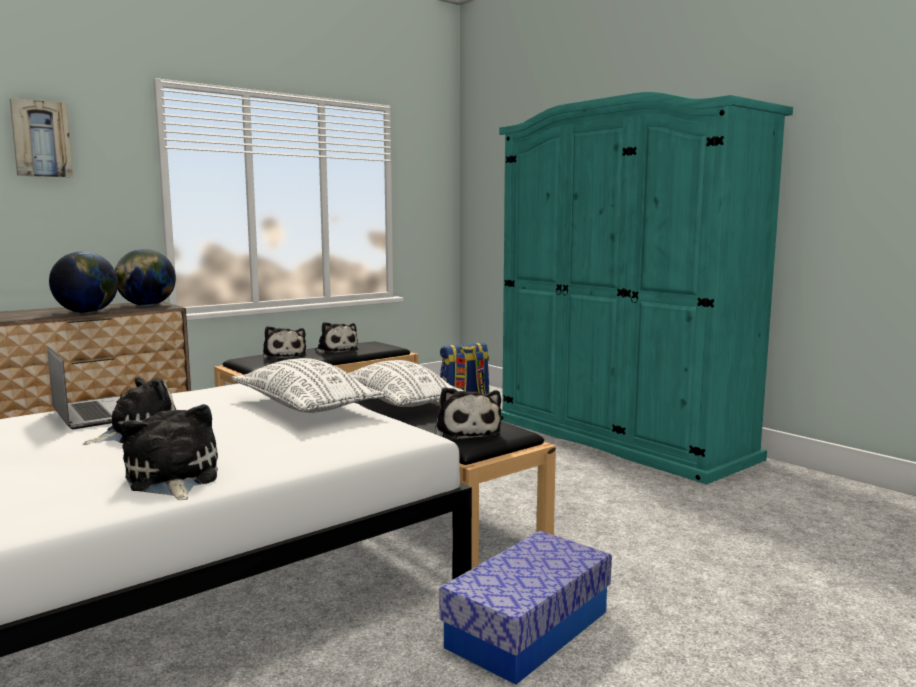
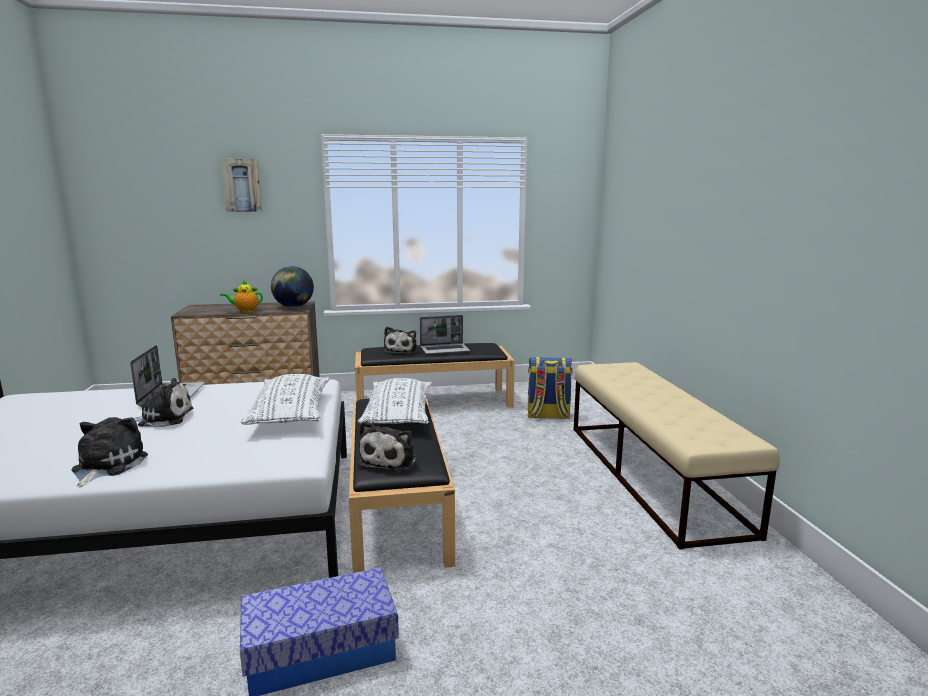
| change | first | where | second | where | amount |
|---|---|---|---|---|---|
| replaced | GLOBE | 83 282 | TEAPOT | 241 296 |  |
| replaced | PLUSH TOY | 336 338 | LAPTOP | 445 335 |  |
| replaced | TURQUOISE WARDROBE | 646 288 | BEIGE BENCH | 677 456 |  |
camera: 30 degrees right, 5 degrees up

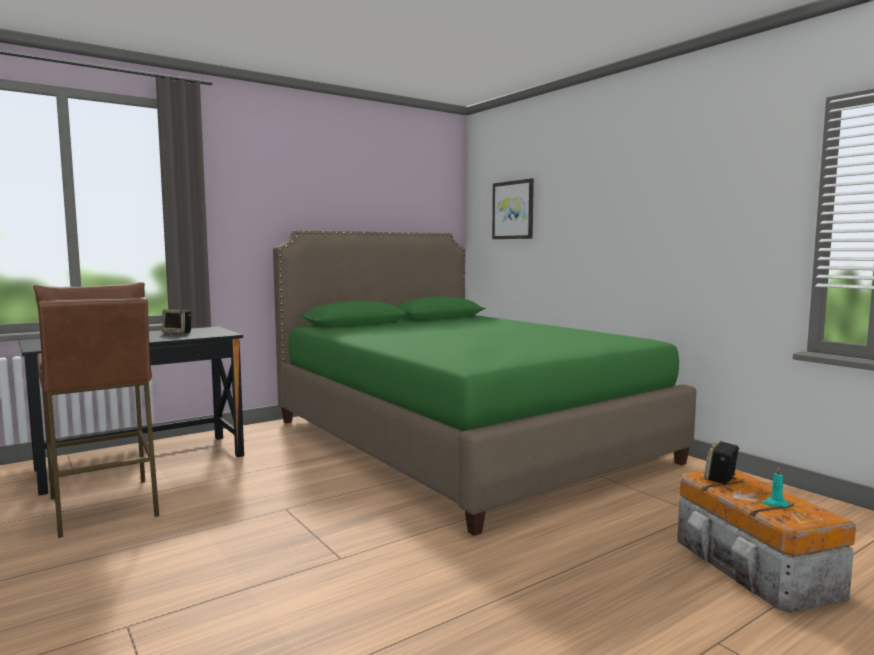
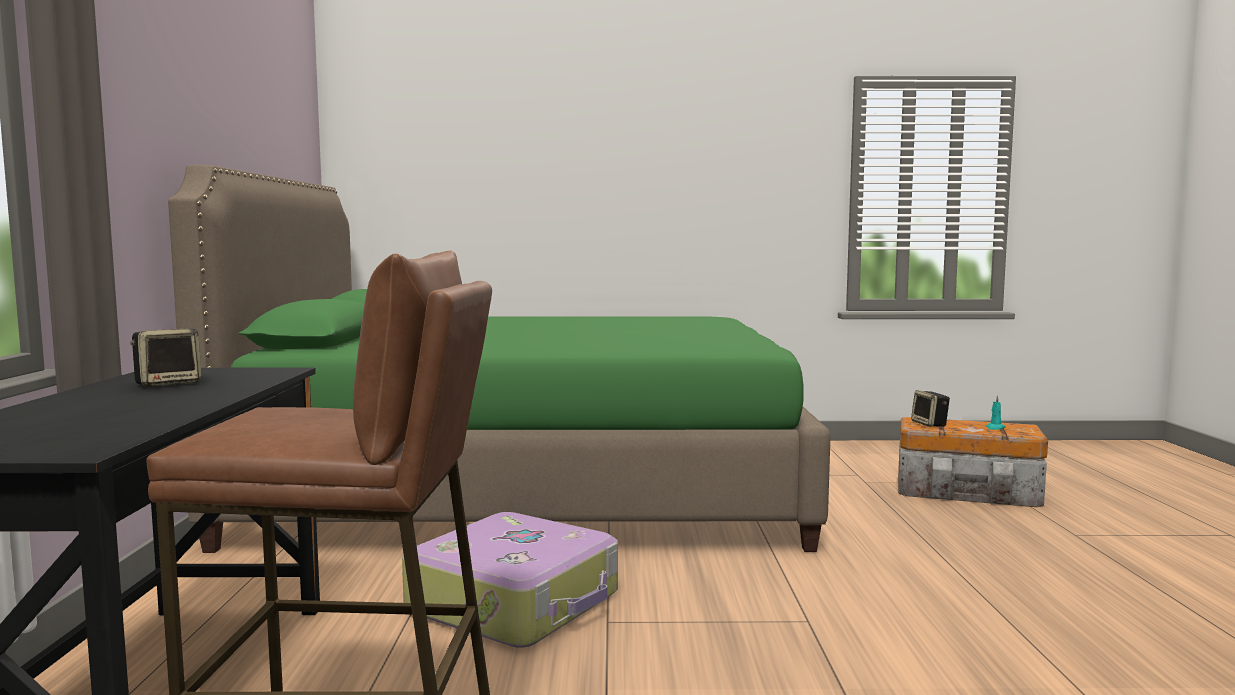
| change | first | where | second | where | amount |
|---|---|---|---|---|---|
| added |  |  | SUITCASE | 510 580 |  |
| removed | PICTURE | 513 208 |  |  |  |
camera: 55 degrees left, 0 degrees up

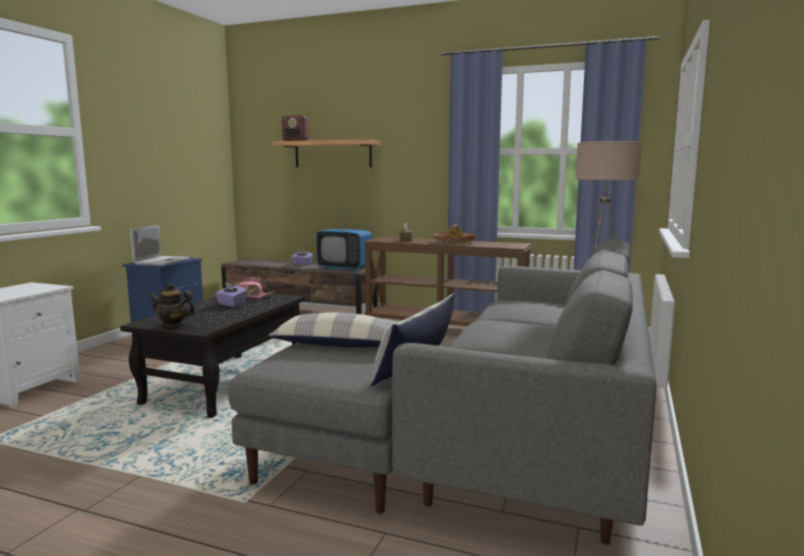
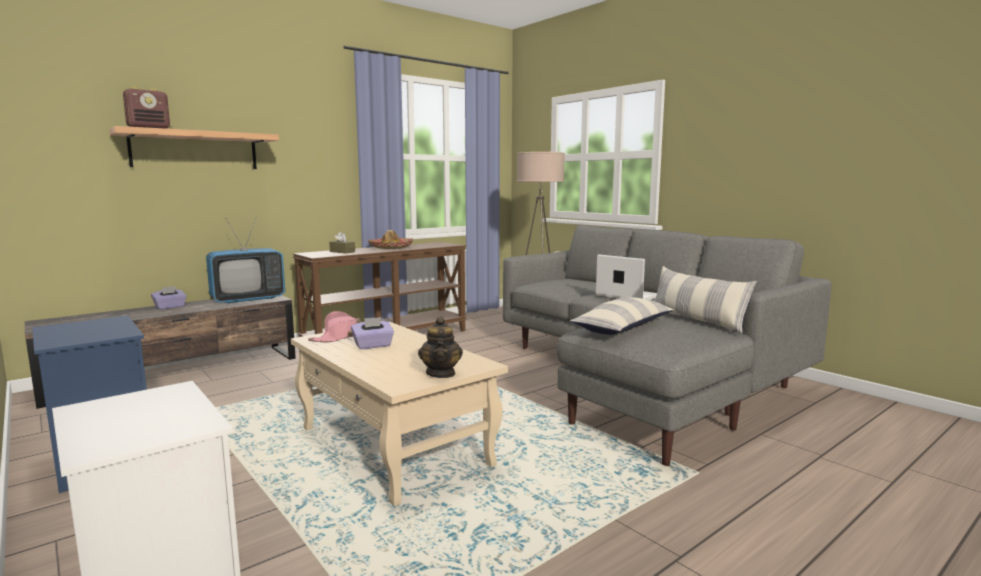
| change | first | where | second | where | amount |
|---|---|---|---|---|---|
| recoloured | BLACK COFFEE TABLE | 213 356 | BEIGE COFFEE TABLE | 399 414 |  |
| turned | TEAPOT | 172 306 |  | 440 347 | 45 degrees counterclockwise |
| moved | LAPTOP | 159 245 |  | 626 277 |  |
camera: 60 degrees left, 0 degrees up

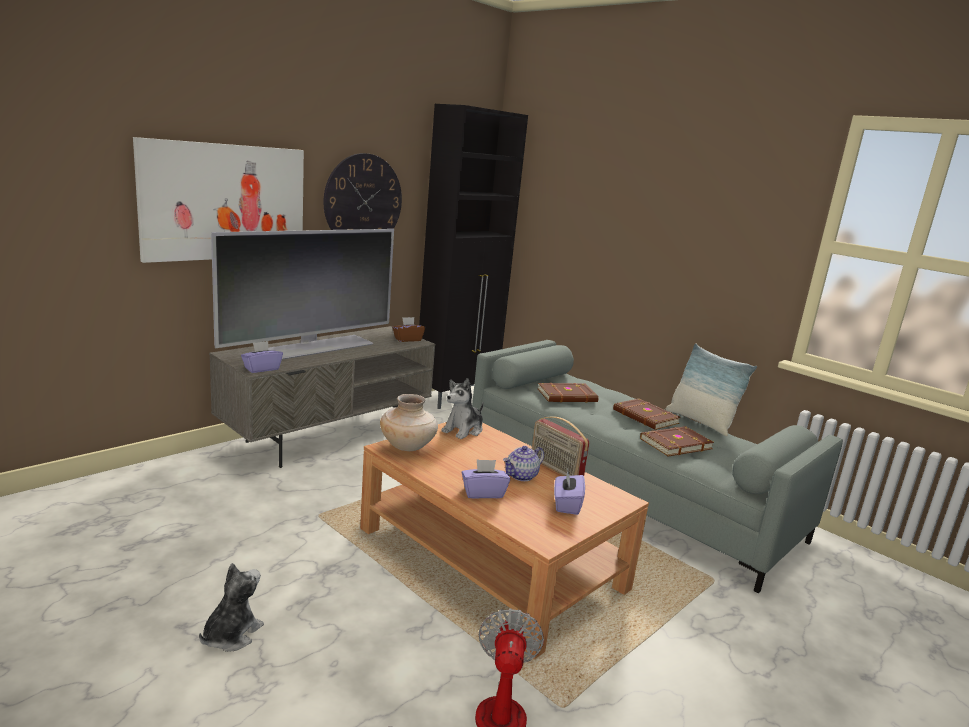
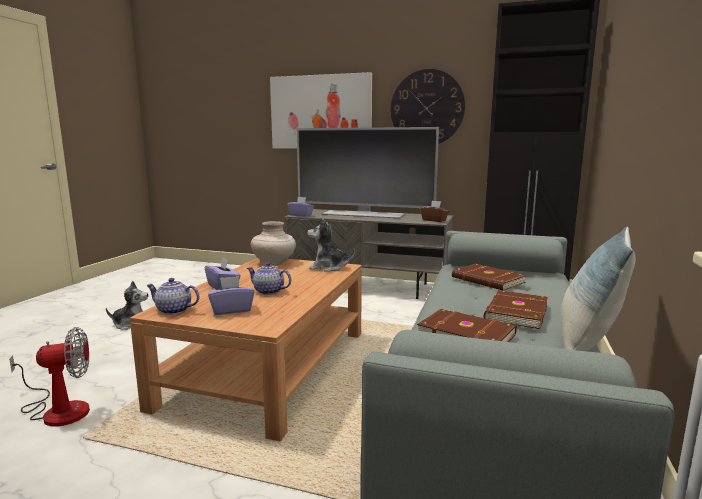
| change | first | where | second | where | amount |
|---|---|---|---|---|---|
| added |  |  | TEAPOT | 172 296 |  |
| removed | RADIO | 560 446 |  |  |  |
camera: 65 degrees right, 5 degrees down

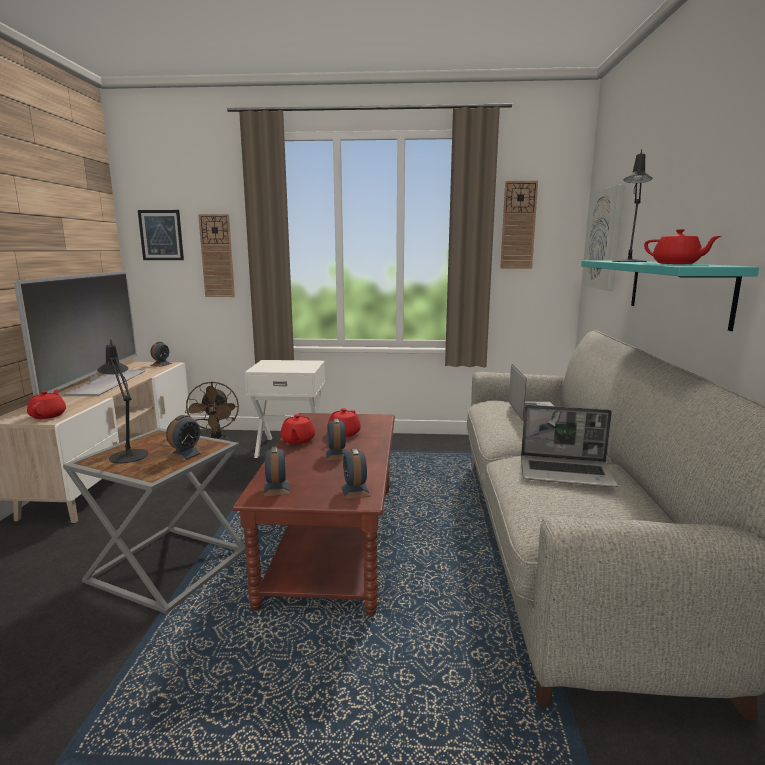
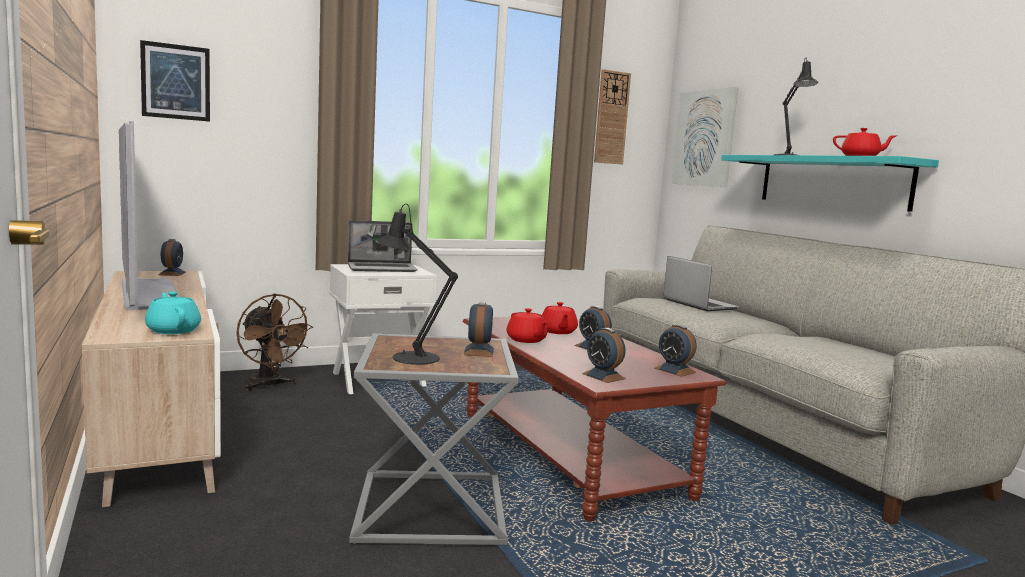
| change | first | where | second | where | amount |
|---|---|---|---|---|---|
| recoloured | RED TEAPOT | 46 404 | TURQUOISE TEAPOT | 173 312 |  |
| moved | LAPTOP | 569 446 |  | 383 246 |  |
| removed | WALL CLOCK | 216 255 |  |  |  |
camera: 30 degrees left, 5 degrees down

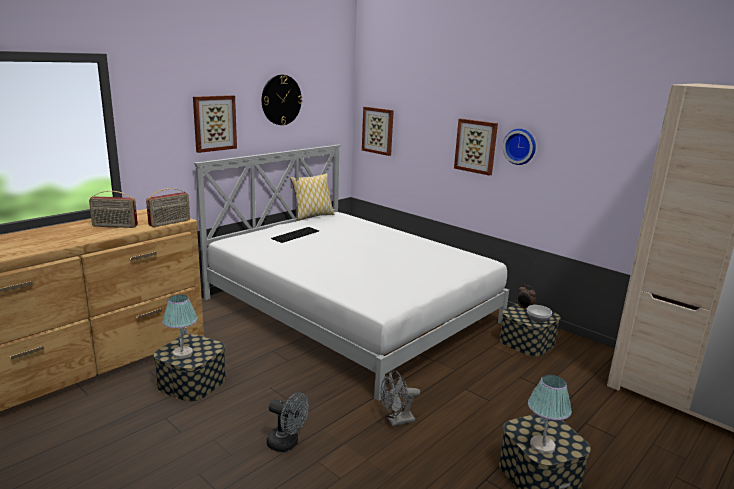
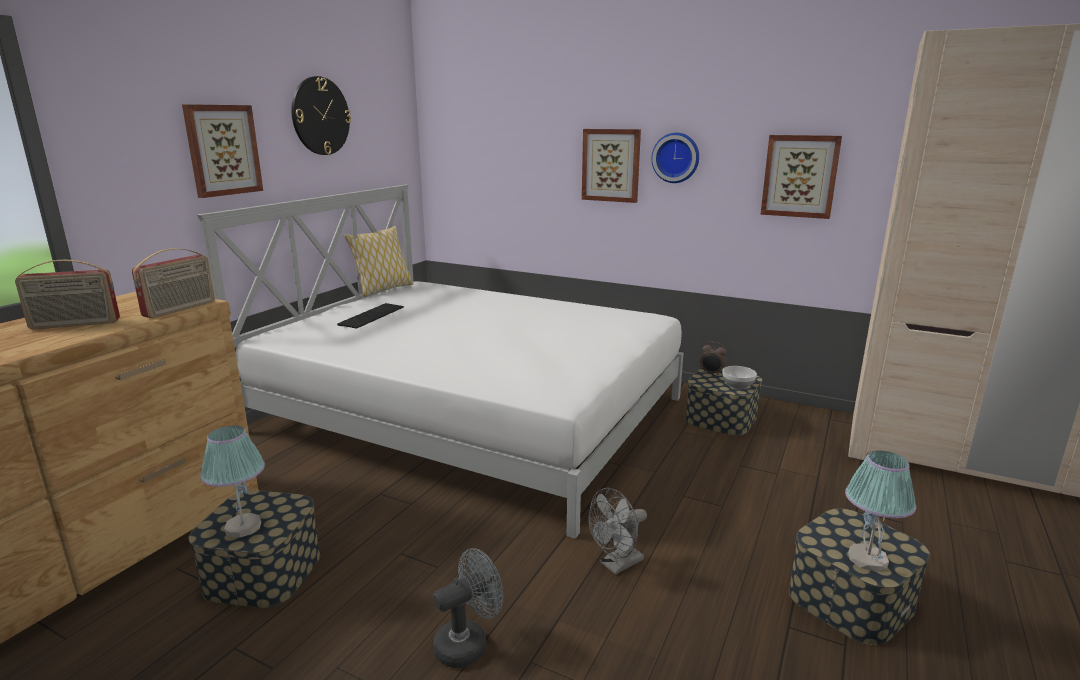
| change | first | where | second | where | amount |
|---|---|---|---|---|---|
| turned | GREY FAN | 288 422 |  | 468 608 | 45 degrees counterclockwise |
| moved | PICTURE | 378 131 |  | 801 177 |  |
camera: 15 degrees left, 0 degrees up

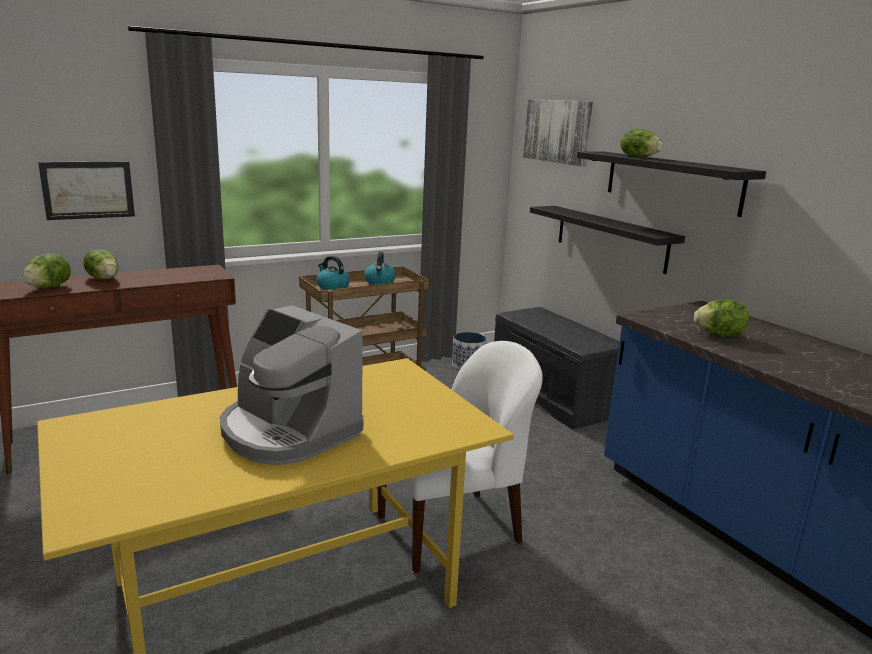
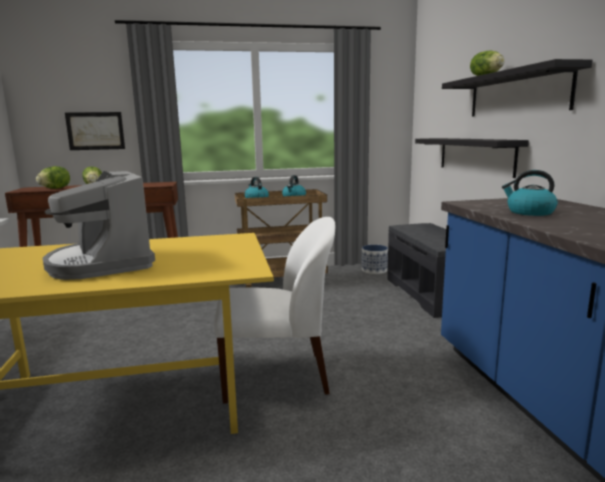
| change | first | where | second | where | amount |
|---|---|---|---|---|---|
| replaced | LETTUCE | 721 318 | KETTLE | 530 193 |  |
| removed | PICTURE | 558 132 |  |  |  |
camera: 20 degrees right, 5 degrees down

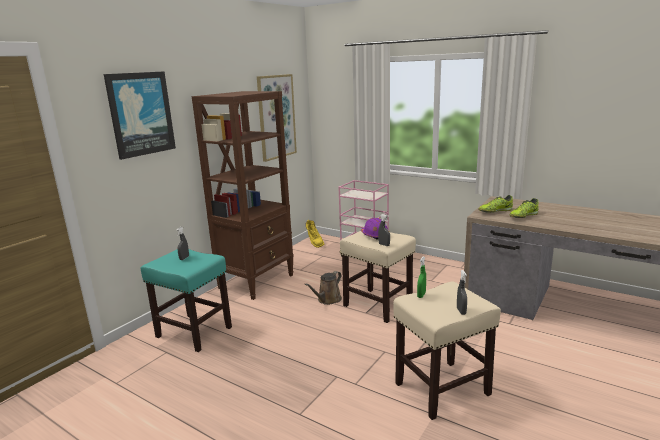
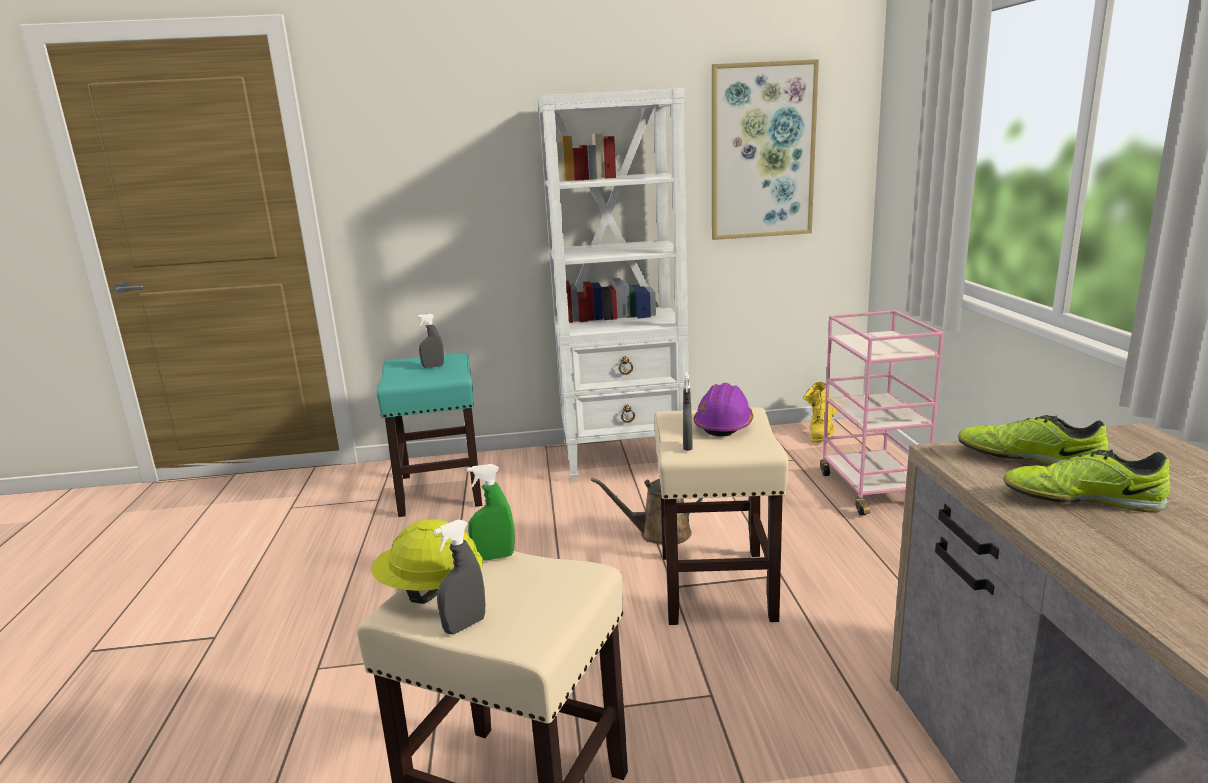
| change | first | where | second | where | amount |
|---|---|---|---|---|---|
| added |  |  | YELLOW HARD HAT | 427 561 |  |
| recoloured | BROWN BOOKCASE | 243 195 | WHITE BOOKCASE | 613 285 |  |
| removed | PICTURE | 140 115 |  |  |  |
camera: 50 degrees right, 0 degrees up

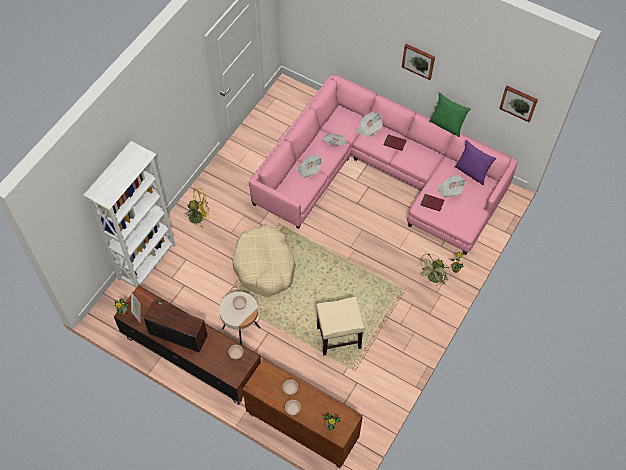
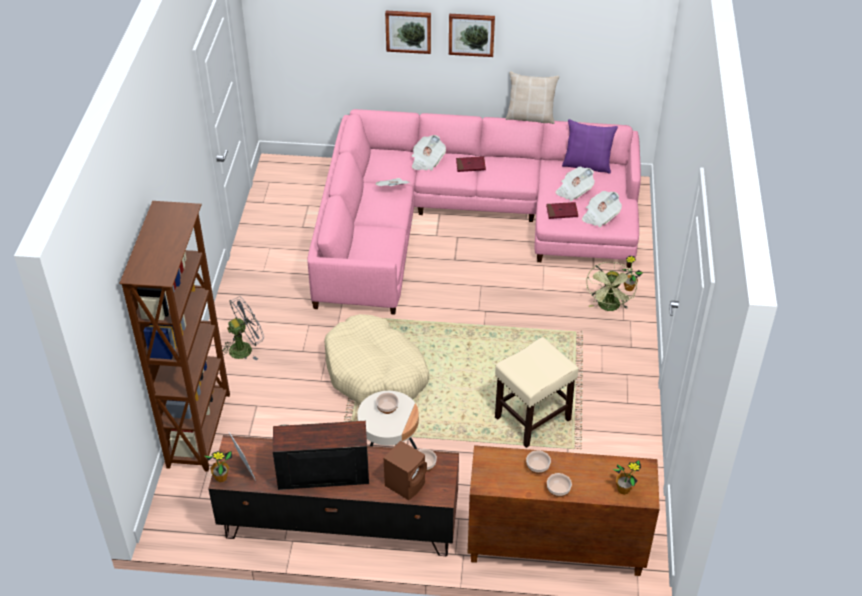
| change | first | where | second | where | amount |
|---|---|---|---|---|---|
| recoloured | WHITE BOOKCASE | 129 214 | BROWN BOOKCASE | 174 336 |  |
| recoloured | YELLOW FAN | 196 208 | GREY FAN | 243 328 |  |
| added |  |  | BROWN SPEAKER | 405 470 |  |
| moved | PICTURE | 518 104 |  | 408 32 |  |
| recoloured | GREEN PILLOW | 450 115 | BEIGE PILLOW | 532 98 |  |
| moved | NEWSPAPER | 309 166 |  | 602 209 |  |
camera: 25 degrees left, 15 degrees down

